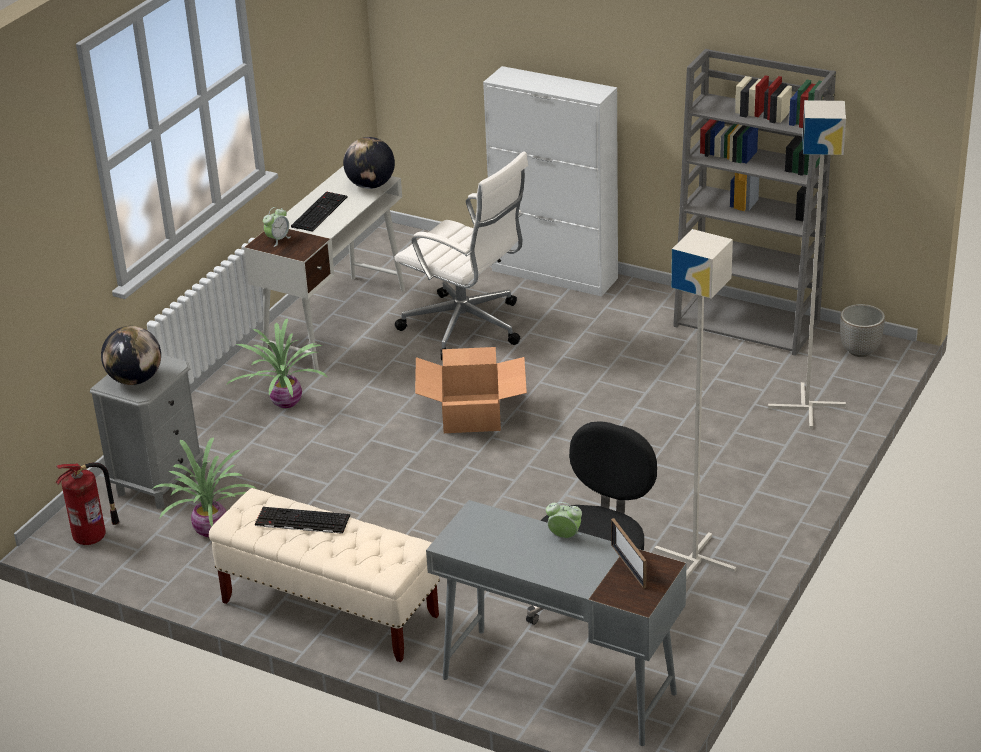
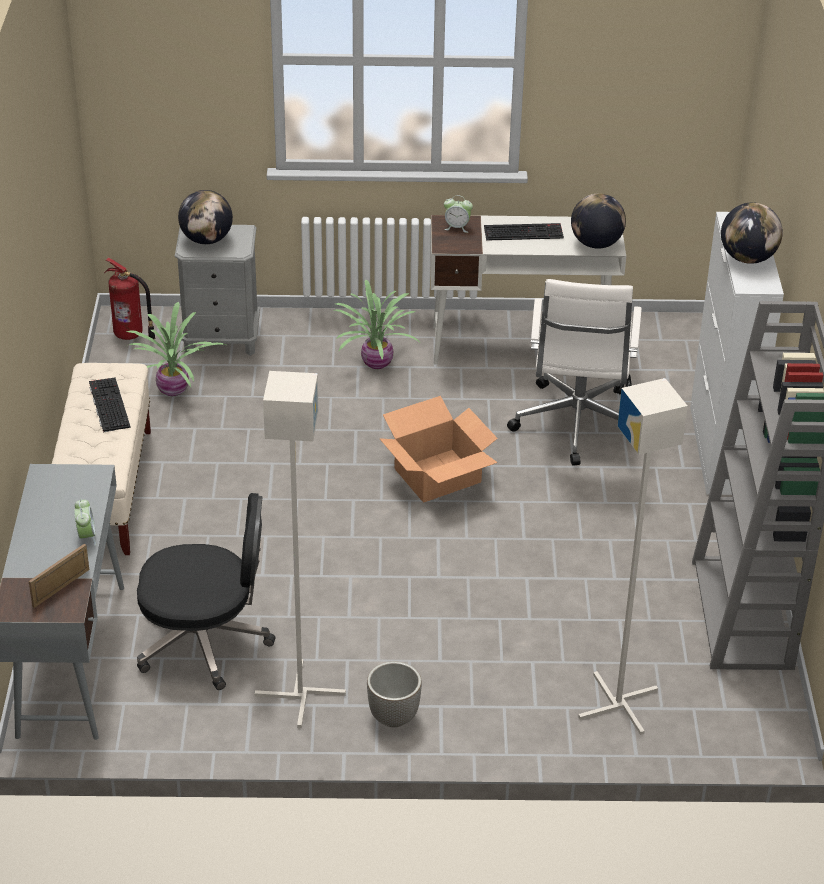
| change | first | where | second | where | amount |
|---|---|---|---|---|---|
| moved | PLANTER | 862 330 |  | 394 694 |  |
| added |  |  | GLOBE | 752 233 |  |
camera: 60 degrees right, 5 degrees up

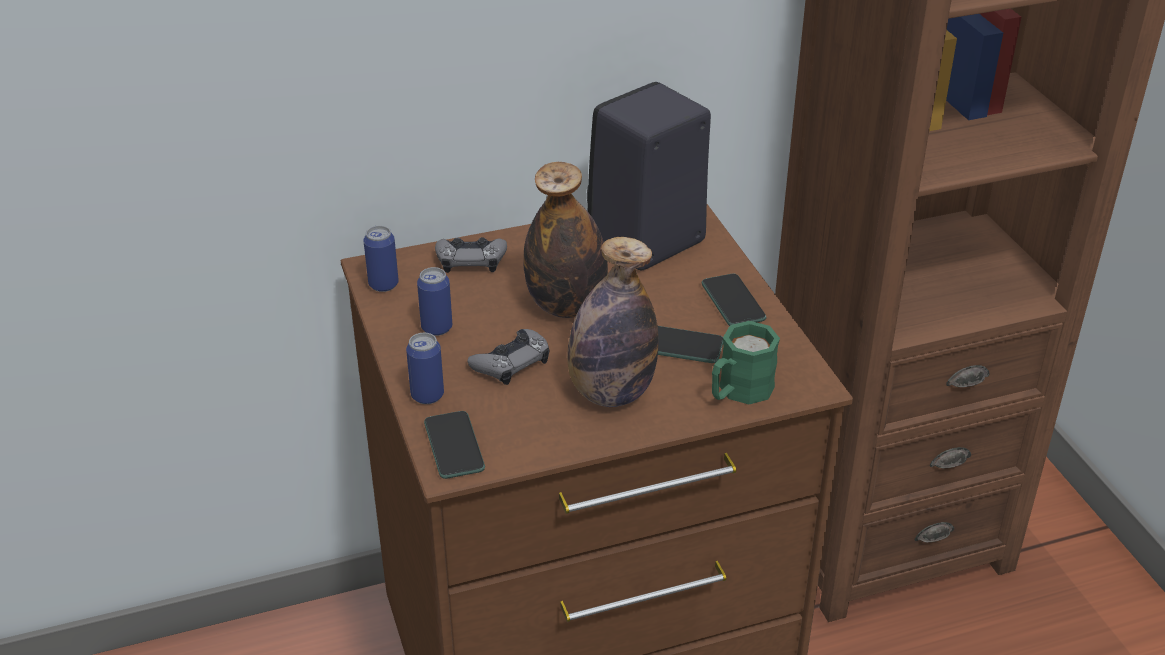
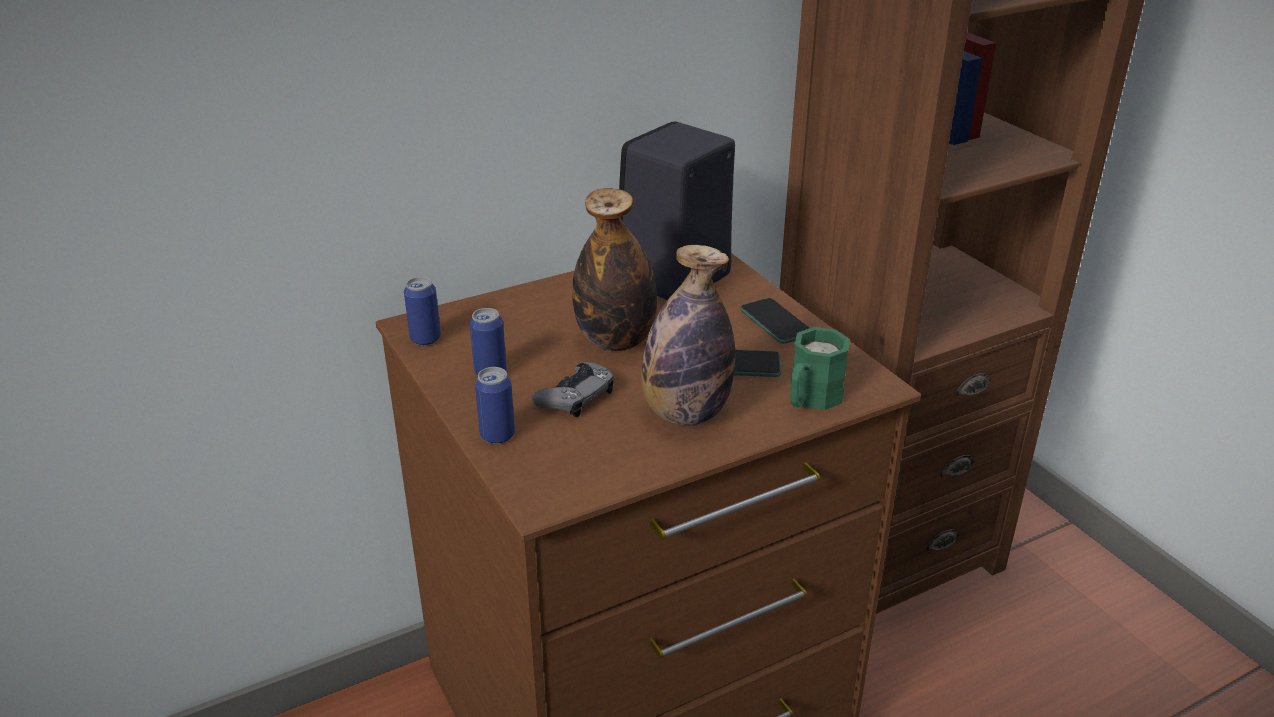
| change | first | where | second | where | amount |
|---|---|---|---|---|---|
| removed | PHONE | 454 445 |  |  |  |
| removed | GREY GAME CONTROLLER | 471 255 |  |  |  |
camera: 10 degrees left, 5 degrees down

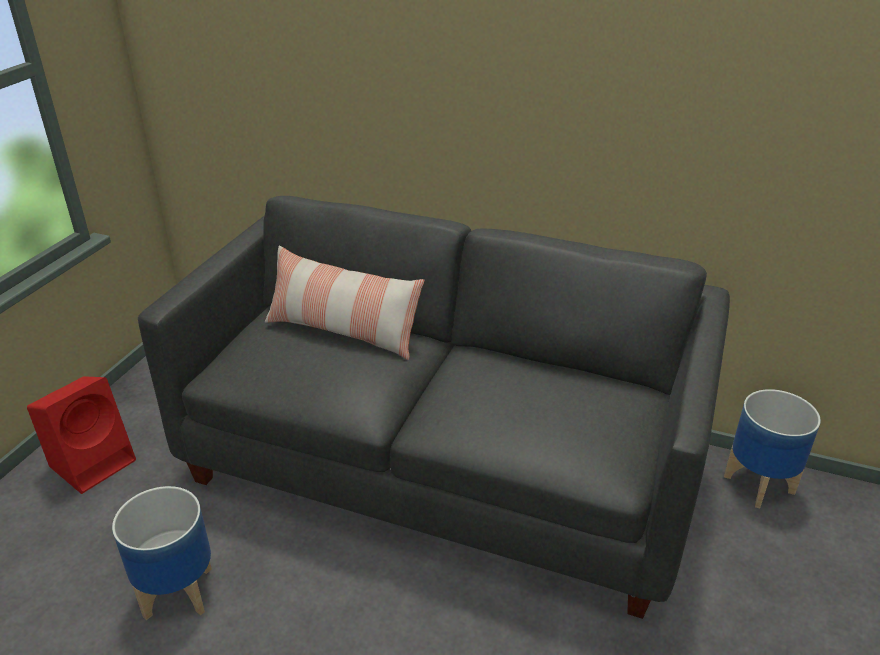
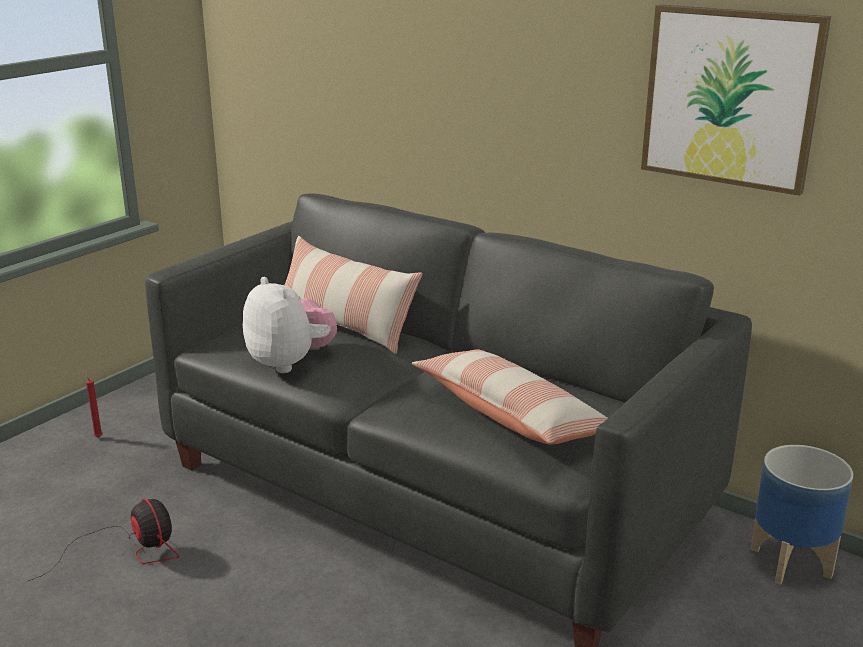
| change | first | where | second | where | amount |
|---|---|---|---|---|---|
| replaced | PLANTER | 162 553 | FAN | 103 540 |  |
| replaced | RED SPEAKER | 81 435 | RED CANDLE | 94 405 |  |
| added |  |  | PLUSH TOY | 290 325 |  |
| added |  |  | PILLOW | 510 397 |  |
| added |  |  | PICTURE | 736 100 |  |
camera: 15 degrees right, 10 degrees down

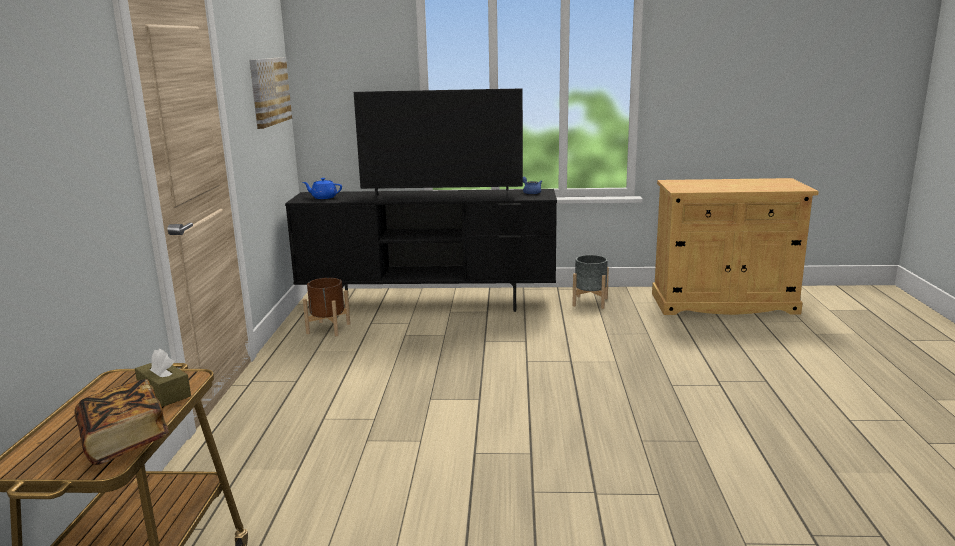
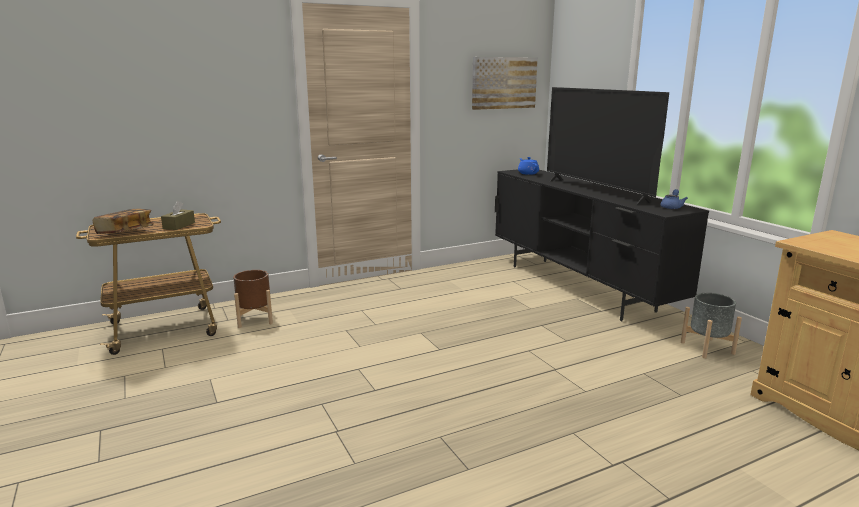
| change | first | where | second | where | amount |
|---|---|---|---|---|---|
| moved | BROWN PLANTER | 326 307 |  | 253 299 |  |
camera: 60 degrees right, 0 degrees up

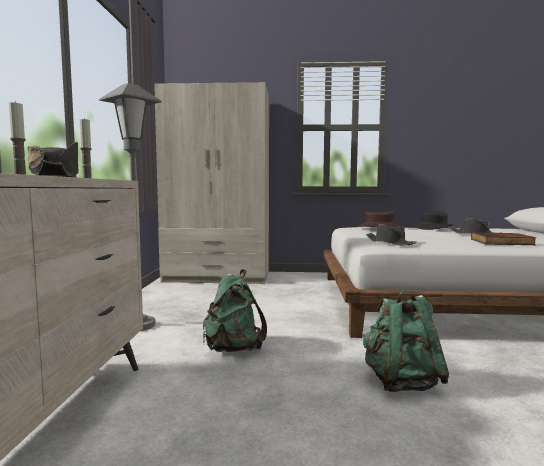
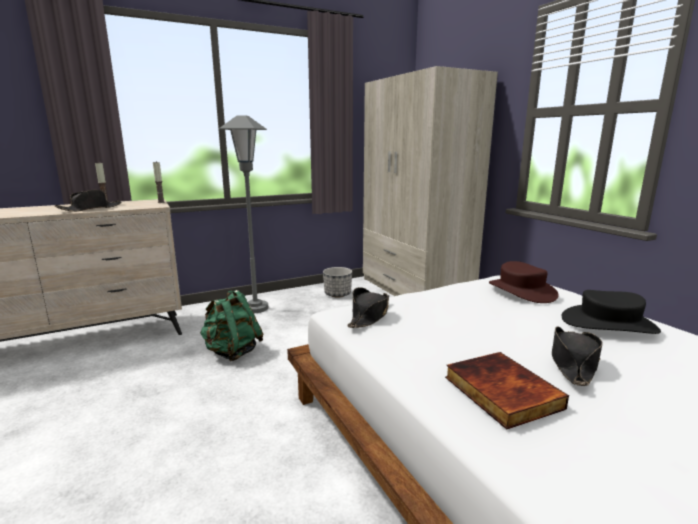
| change | first | where | second | where | amount |
|---|---|---|---|---|---|
| added |  |  | PLANTER | 337 282 |  |
| removed | GREEN BACKPACK | 406 341 |  |  |  |
camera: 60 degrees right, 10 degrees up

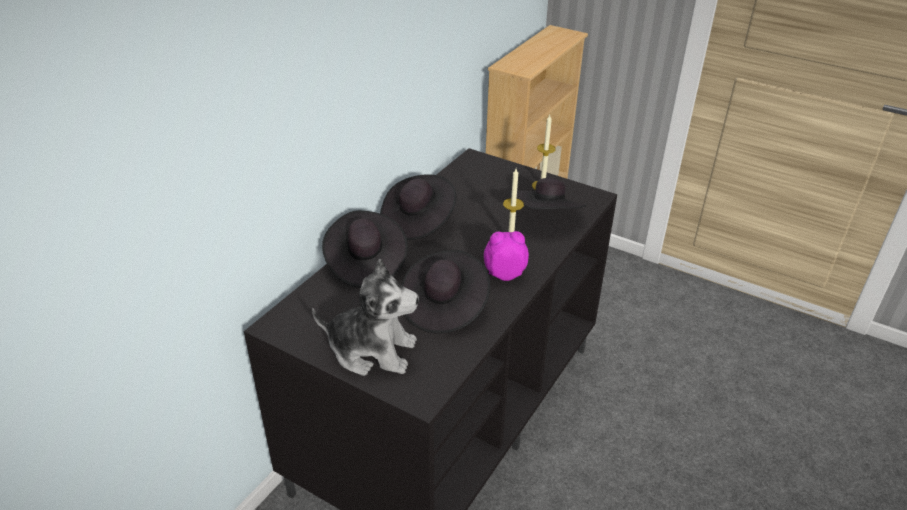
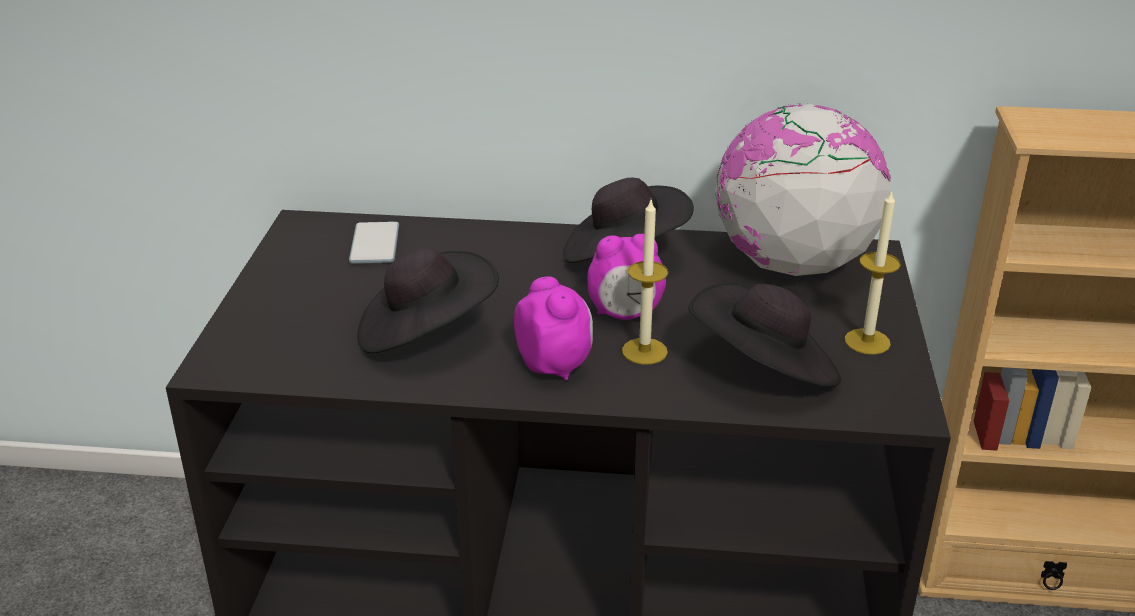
| change | first | where | second | where | amount |
|---|---|---|---|---|---|
| added |  |  | PHONE | 374 242 |  |
| added |  |  | ALARM CLOCK | 626 277 |  |
| added |  |  | GLOBE | 803 189 |  |
| removed | PLUSH TOY | 365 317 |  |  |  |
| removed | BLACK HAT | 365 249 |  |  |  |
camera: 65 degrees right, 5 degrees down

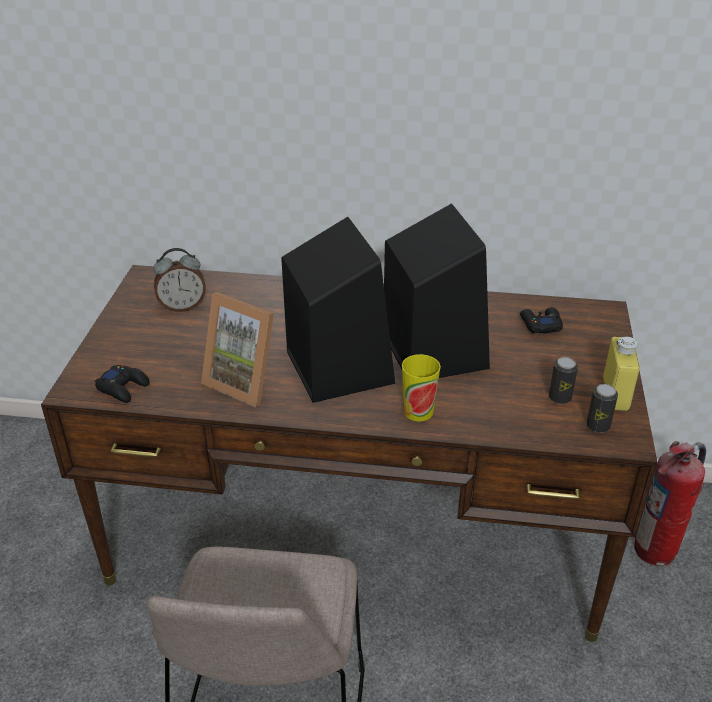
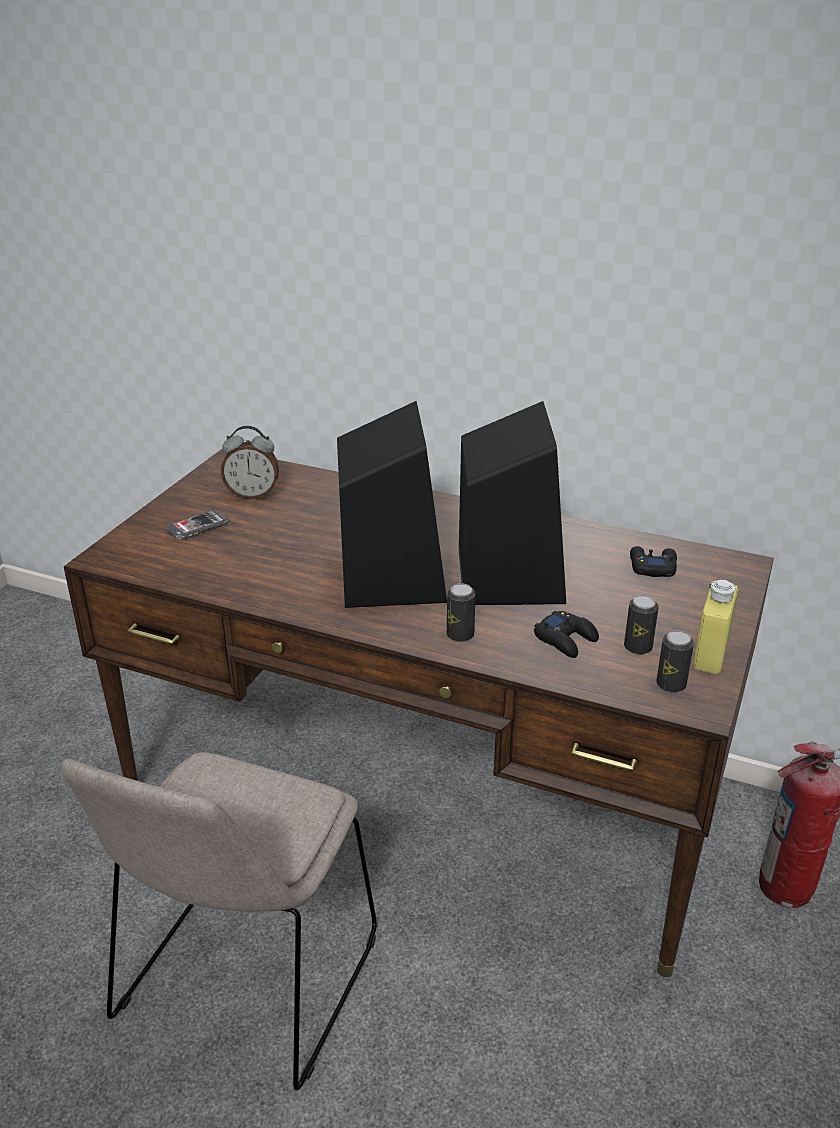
| change | first | where | second | where | amount |
|---|---|---|---|---|---|
| added |  |  | PHONE | 197 525 |  |
| replaced | CUP | 421 387 | CAN | 461 612 |  |
| moved | BLACK GAME CONTROLLER | 122 384 |  | 566 634 |  |
| removed | PICTURE FRAME | 237 349 |  |  |  |
camera: 15 degrees right, 5 degrees down

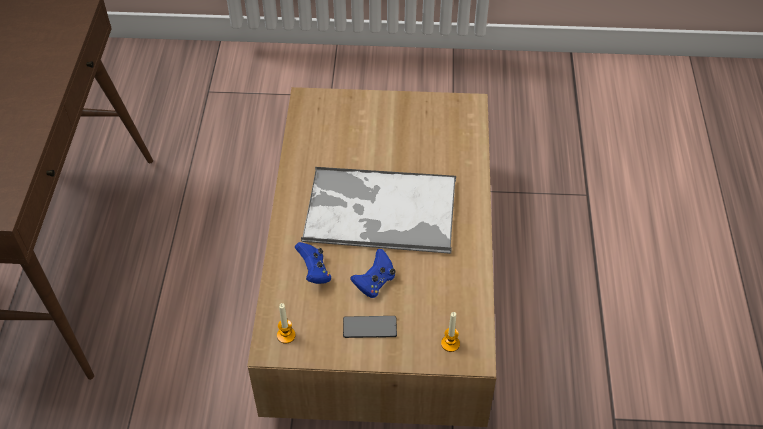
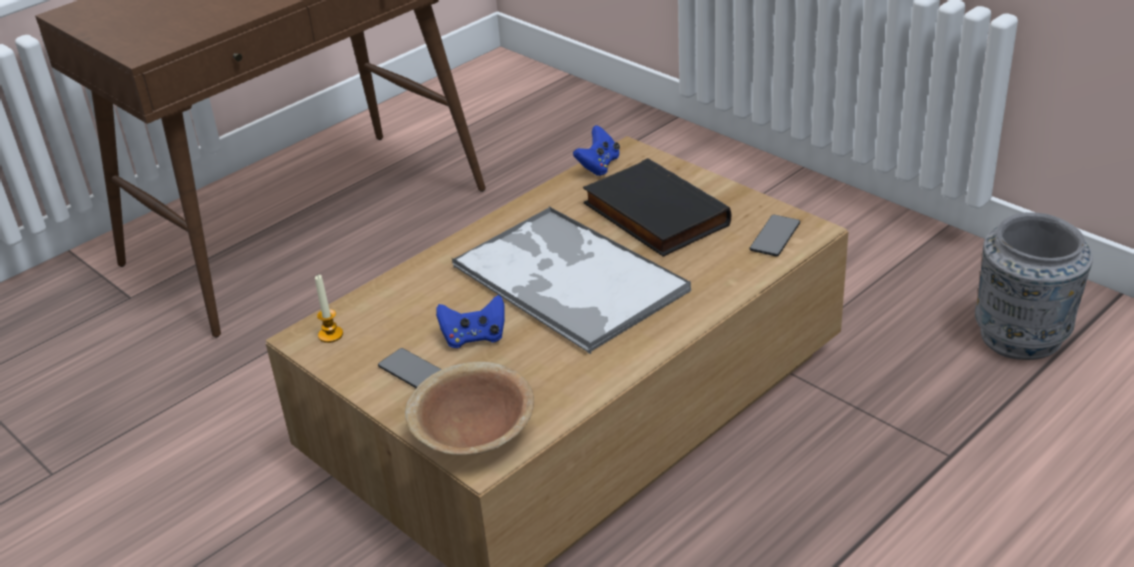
| change | first | where | second | where | amount |
|---|---|---|---|---|---|
| replaced | CANDLE | 450 332 | BROWN BOWL | 469 408 |  |
| moved | BLUE GAME CONTROLLER | 313 263 |  | 596 150 |  |
| added |  |  | BLACK BOOK | 657 207 |  |
| added |  |  | PHONE | 775 236 |  |
| added |  |  | GREY VASE | 1034 286 |  |
camera: 45 degrees right, 15 degrees down

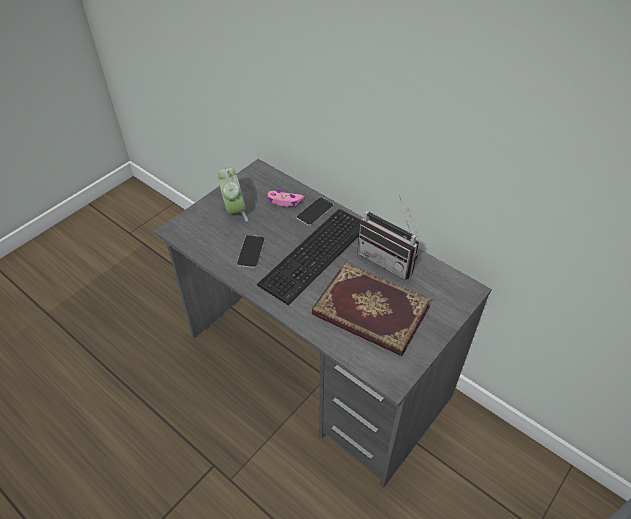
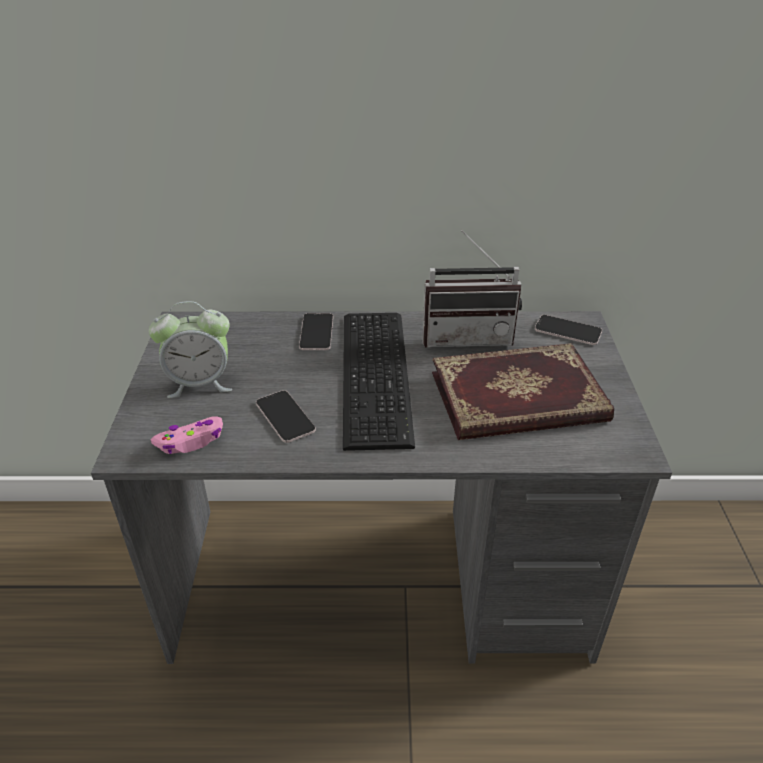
| change | first | where | second | where | amount |
|---|---|---|---|---|---|
| turned | ALARM CLOCK | 233 194 |  | 190 349 | 135 degrees clockwise |
| moved | PINK GAME CONTROLLER | 286 198 |  | 187 435 |  |
| added |  |  | PHONE | 568 330 |  |
camera: 40 degrees left, 10 degrees down

